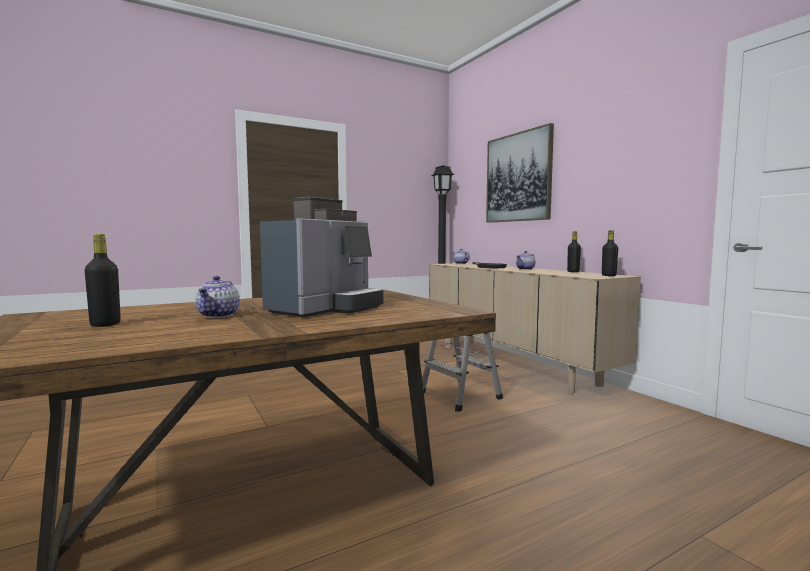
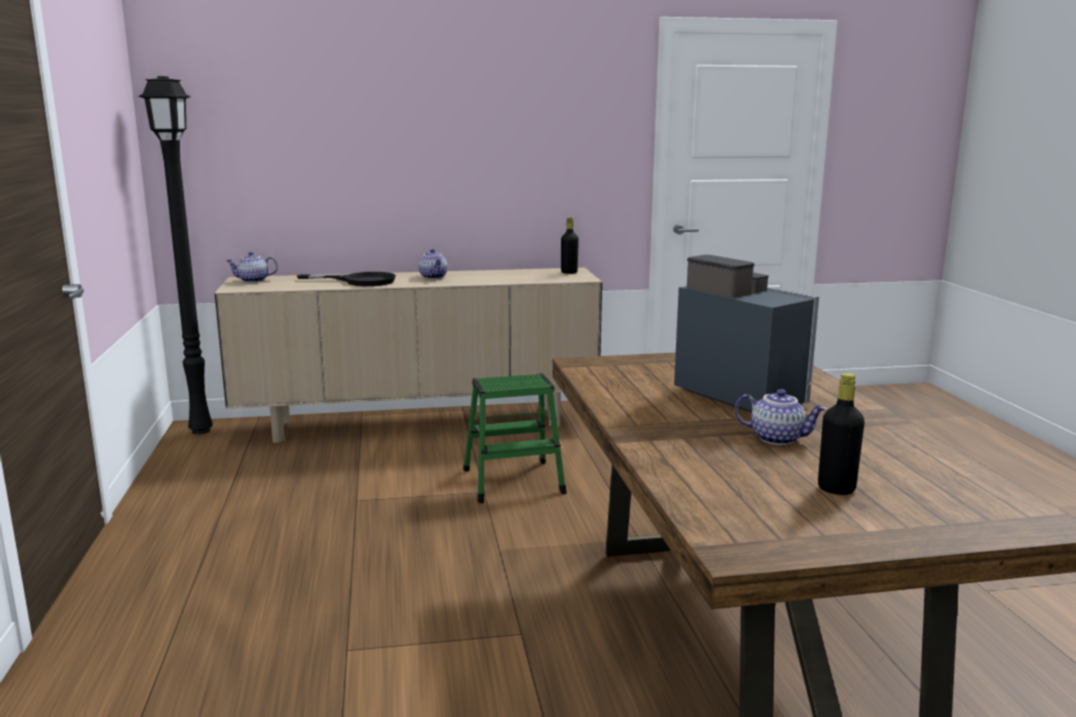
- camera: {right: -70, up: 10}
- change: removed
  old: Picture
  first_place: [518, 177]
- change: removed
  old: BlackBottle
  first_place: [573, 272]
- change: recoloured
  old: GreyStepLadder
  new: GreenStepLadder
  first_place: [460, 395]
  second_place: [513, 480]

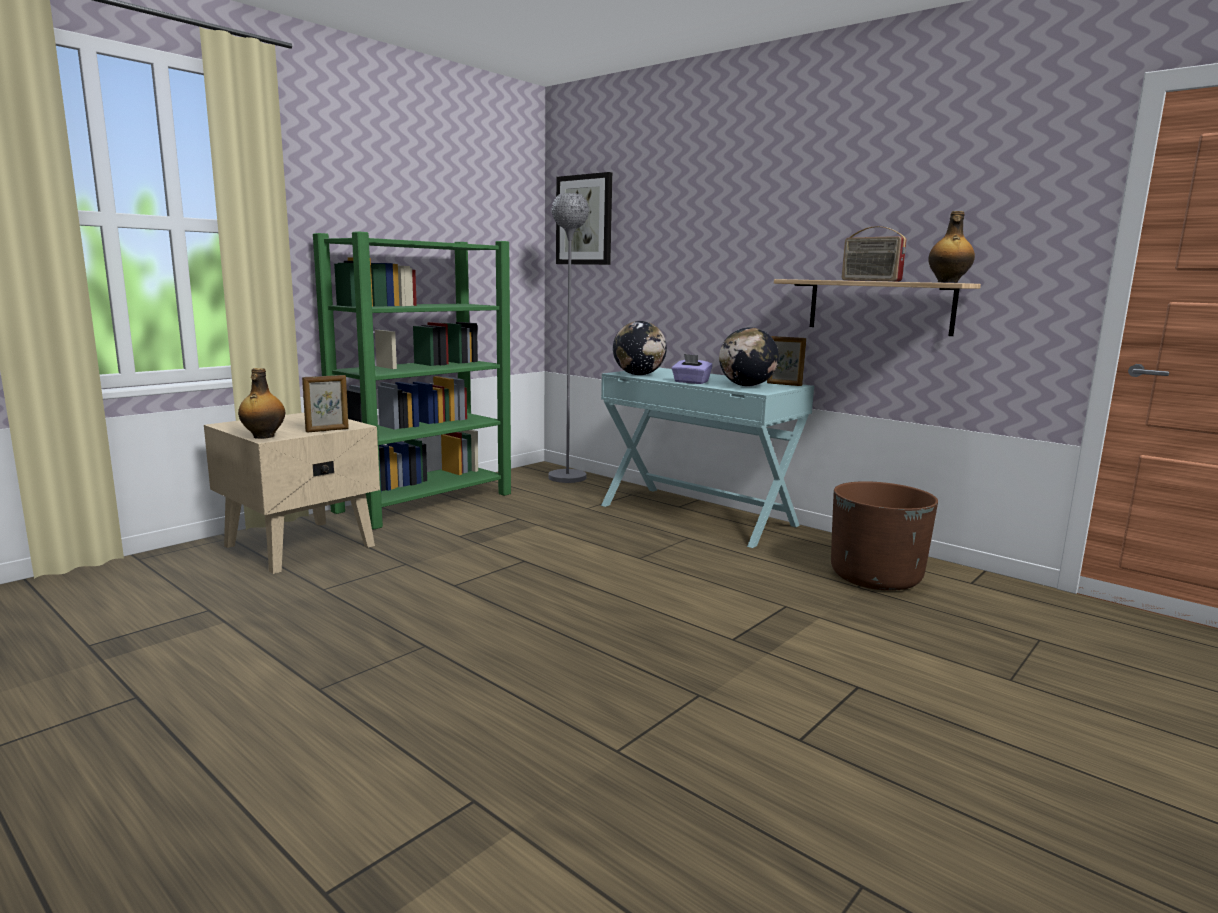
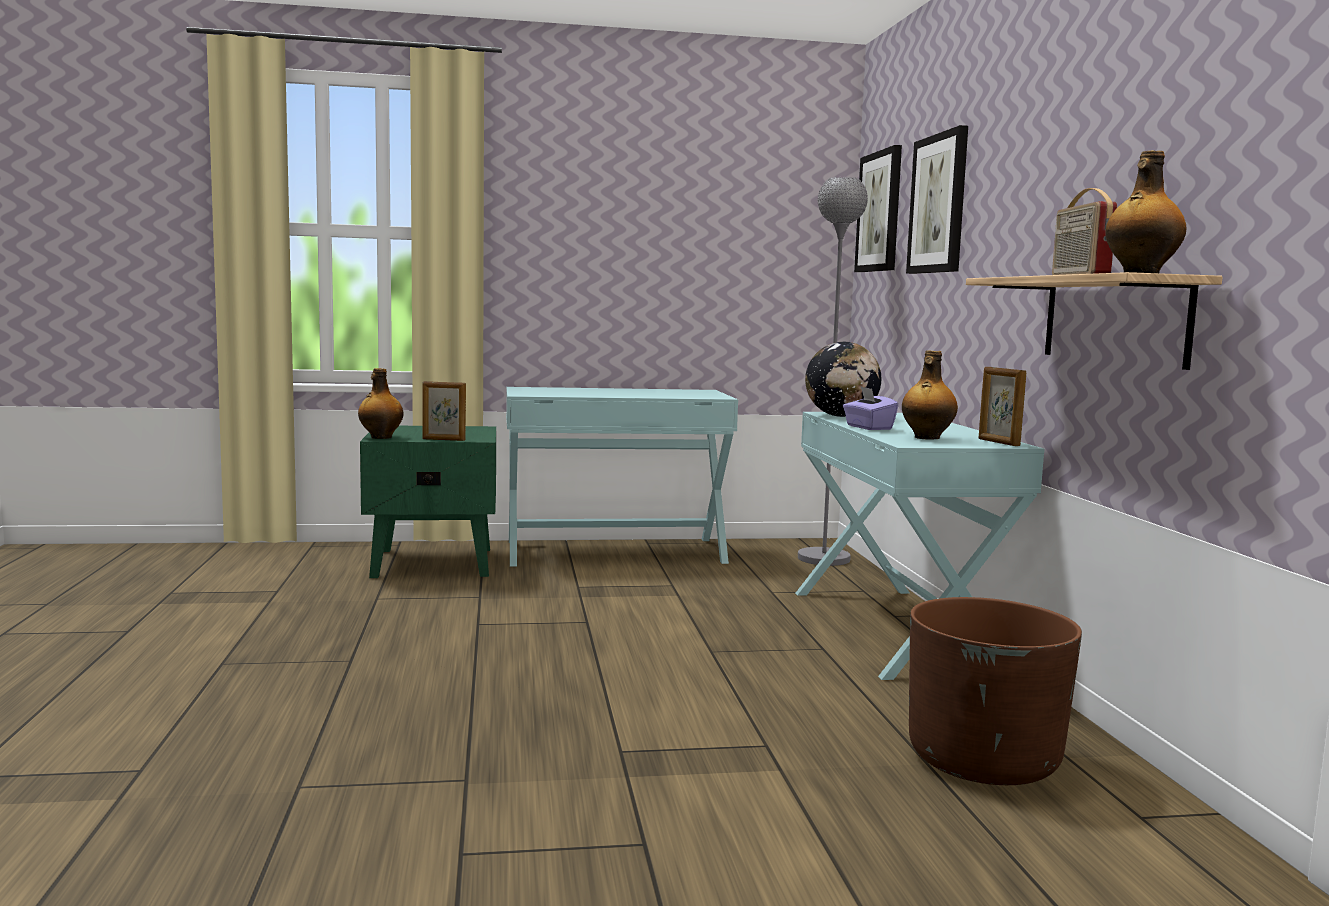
- camera: {right: 40, up: -5}
- change: added
  new: Picture
  second_place: [939, 204]
- change: replaced
  old: GreenBookcase
  new: TurquoiseDesk
  first_place: [425, 502]
  second_place: [615, 551]
- change: replaced
  old: Globe
  new: Bottle
  first_place: [746, 386]
  second_place: [926, 438]
- change: recoloured
  old: BeigeNightstand
  new: GreenNightstand
  first_place: [301, 545]
  second_place: [435, 562]

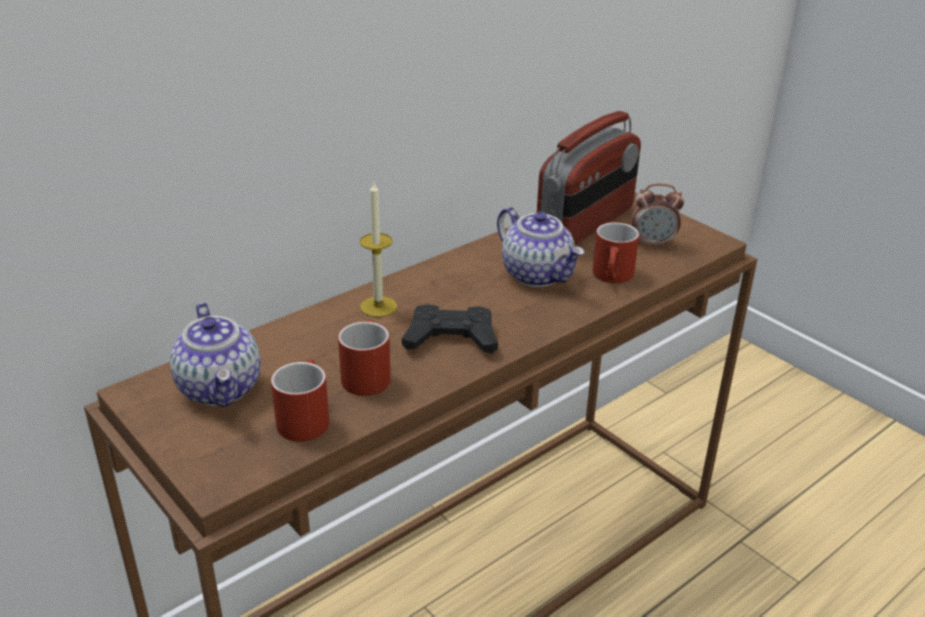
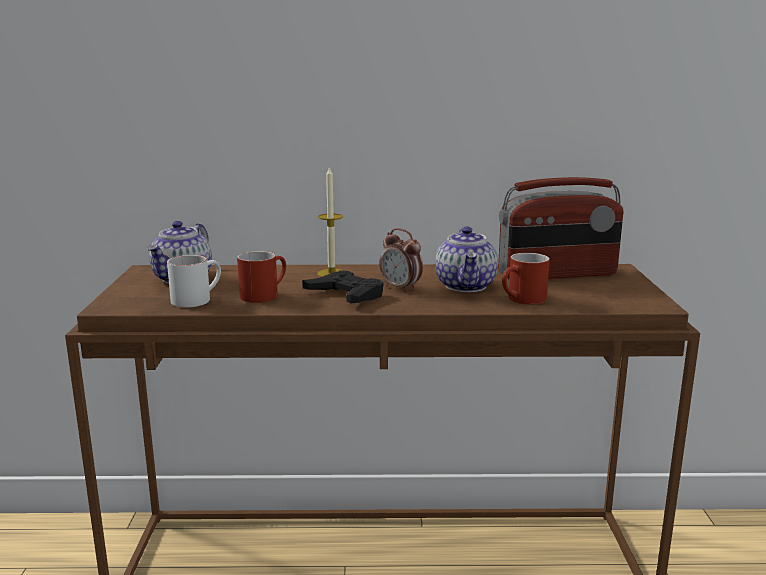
- camera: {right: 40, up: -15}
- change: moved
  old: AlarmClock
  first_place: [653, 243]
  second_place: [401, 288]
- change: recoloured
  old: RedMug
  new: WhiteMug
  first_place: [304, 417]
  second_place: [197, 299]

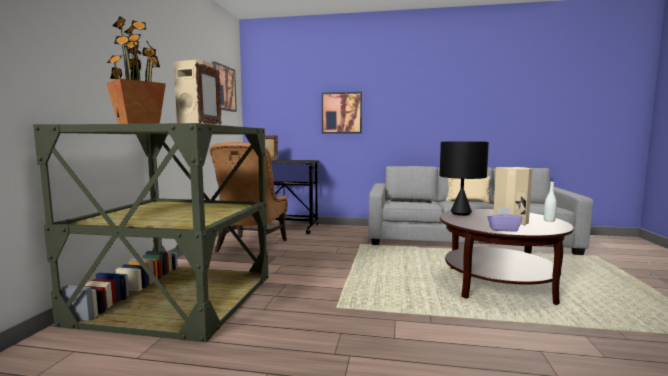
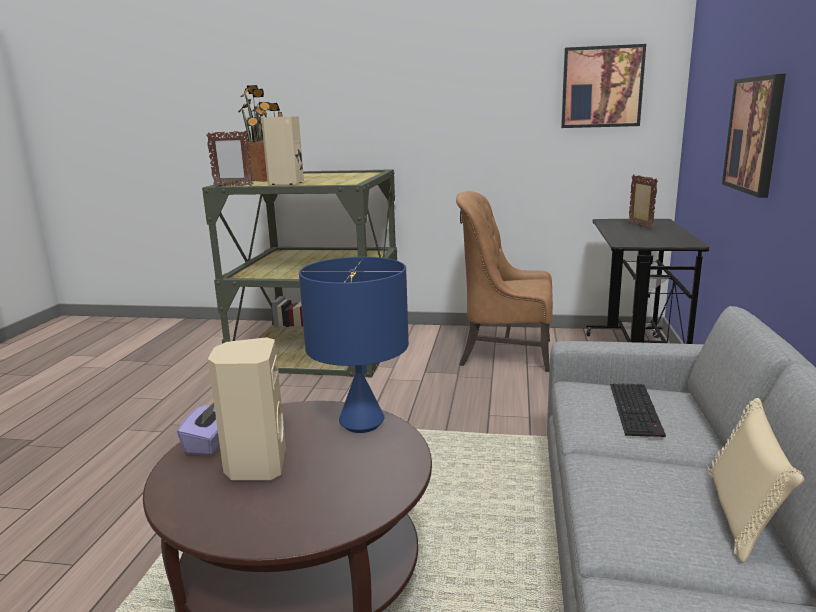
- camera: {right: 90, up: 10}
- change: removed
  old: WhiteBottle
  first_place: [549, 220]
- change: recoloured
  old: BlackTableLamp
  new: BlueTableLamp
  first_place: [461, 214]
  second_place: [361, 424]

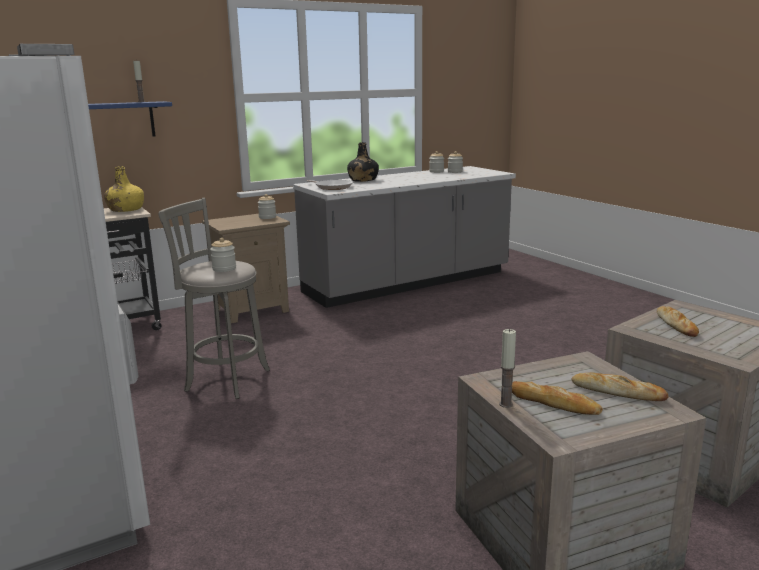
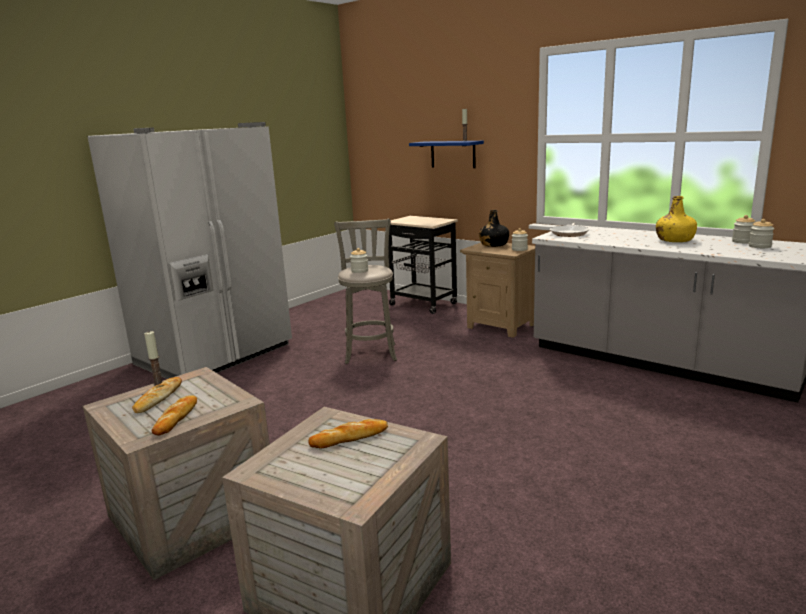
- camera: {right: 70, up: 0}
- change: moved
  old: YellowBottle
  first_place: [126, 210]
  second_place: [675, 240]
- change: moved
  old: BlackBottle
  first_place: [362, 180]
  second_place: [493, 245]

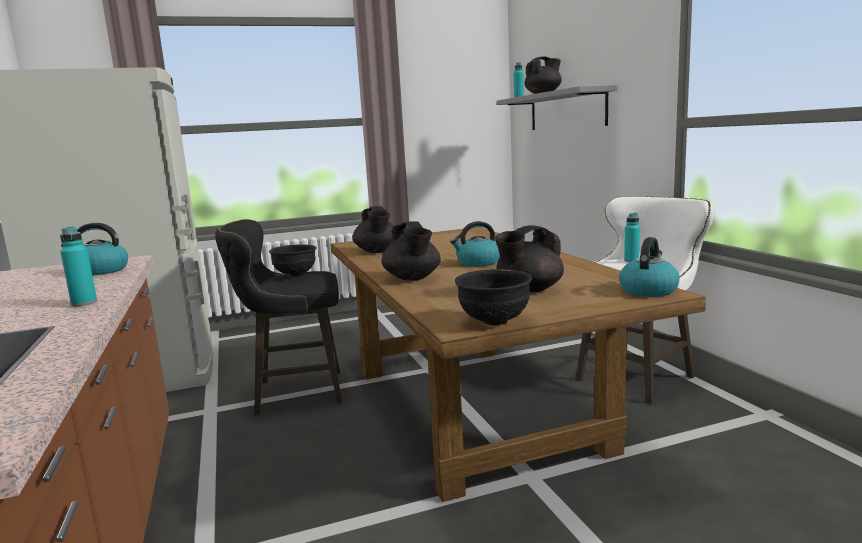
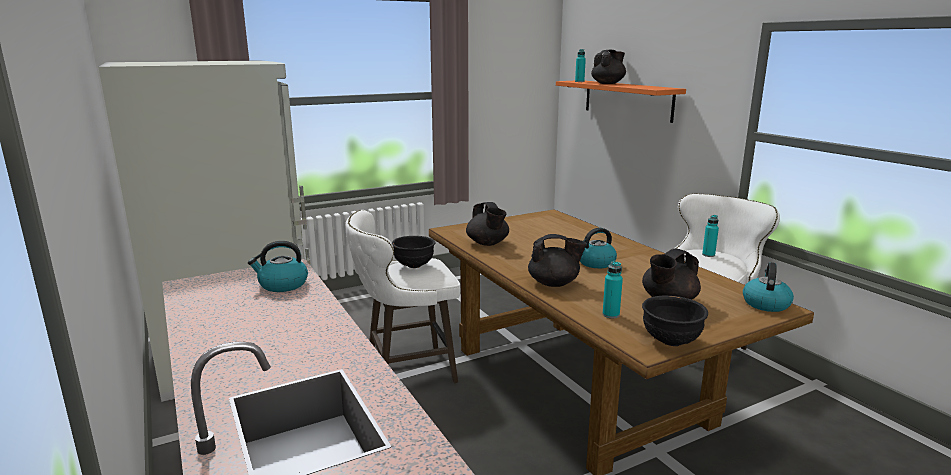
- camera: {right: -10, up: 5}
- change: moved
  old: TurquoiseBottle
  first_place: [84, 303]
  second_place: [611, 315]
- change: recoloured
  old: BlackStool
  new: WhiteStool
  first_place: [294, 392]
  second_place: [405, 371]
- change: recoloured
  old: GreyShelf
  new: OrangeShelf
  first_place: [566, 110]
  second_place: [627, 100]
- change: turned
  old: BlackTeapot
  first_place: [412, 278]
  second_place: [554, 283]
  degrees: -60

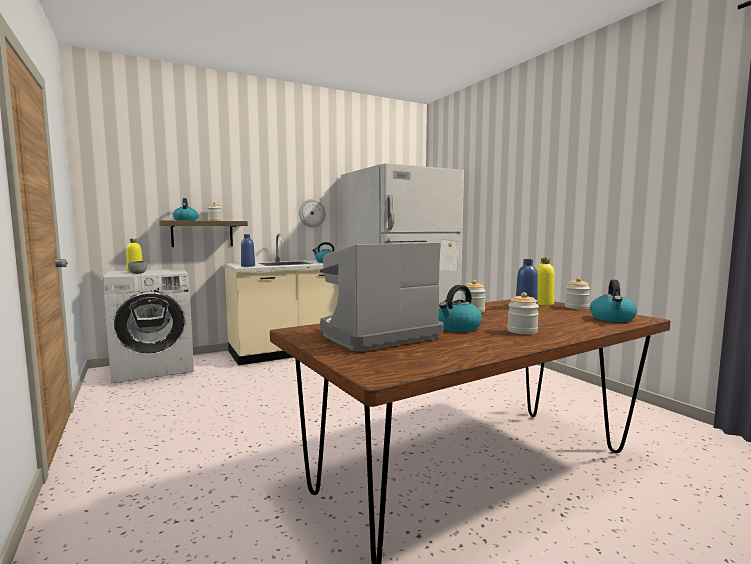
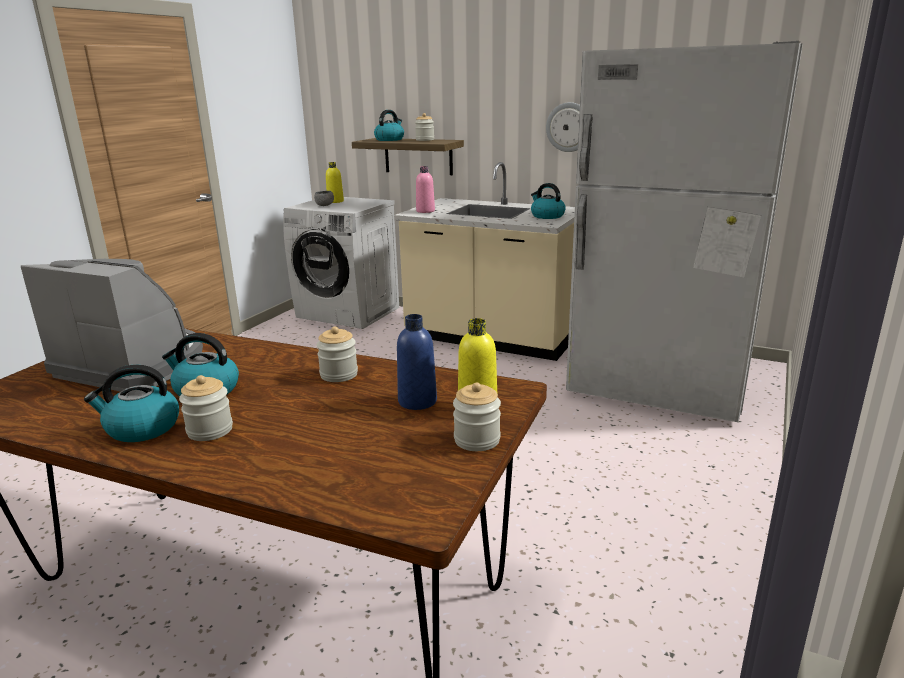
- camera: {right: 55, up: 15}
- change: moved
  old: Kettle
  first_place: [612, 318]
  second_place: [142, 428]
- change: recoloured
  old: BlueBottle
  new: PinkBottle
  first_place: [248, 266]
  second_place: [425, 211]

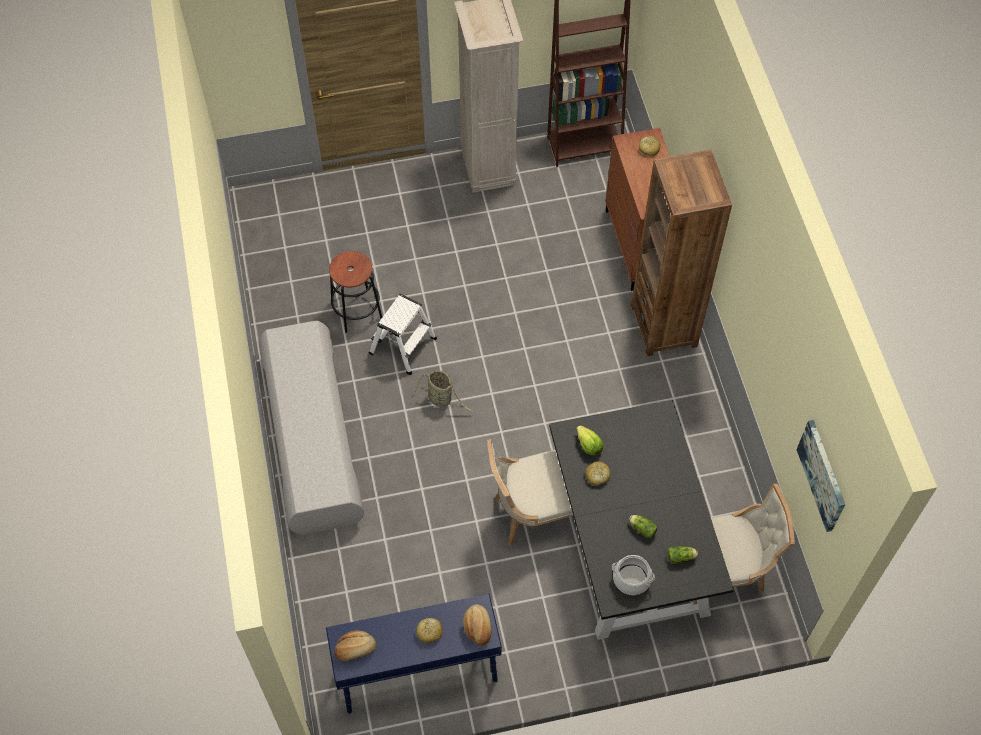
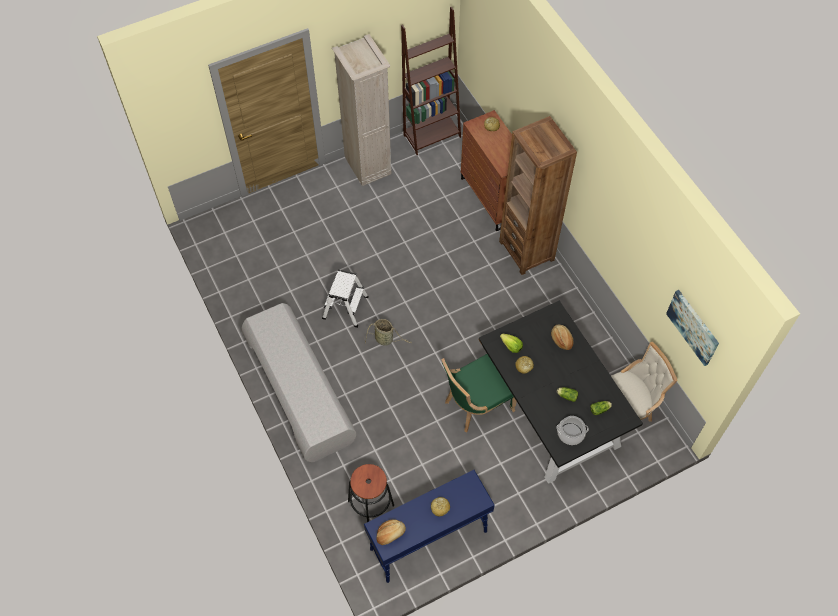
- camera: {right: -15, up: 0}
- change: moved
  old: BlackStool
  first_place: [356, 310]
  second_place: [371, 503]
- change: moved
  old: Bread
  first_place: [478, 627]
  second_place: [561, 339]
- change: recoloured
  old: BeigeChair
  new: GreenChair
  first_place: [533, 513]
  second_place: [475, 405]

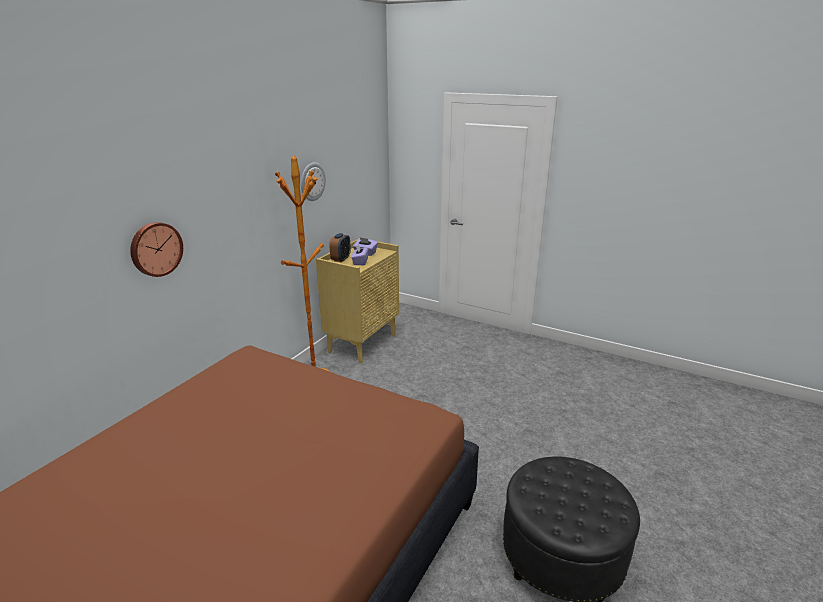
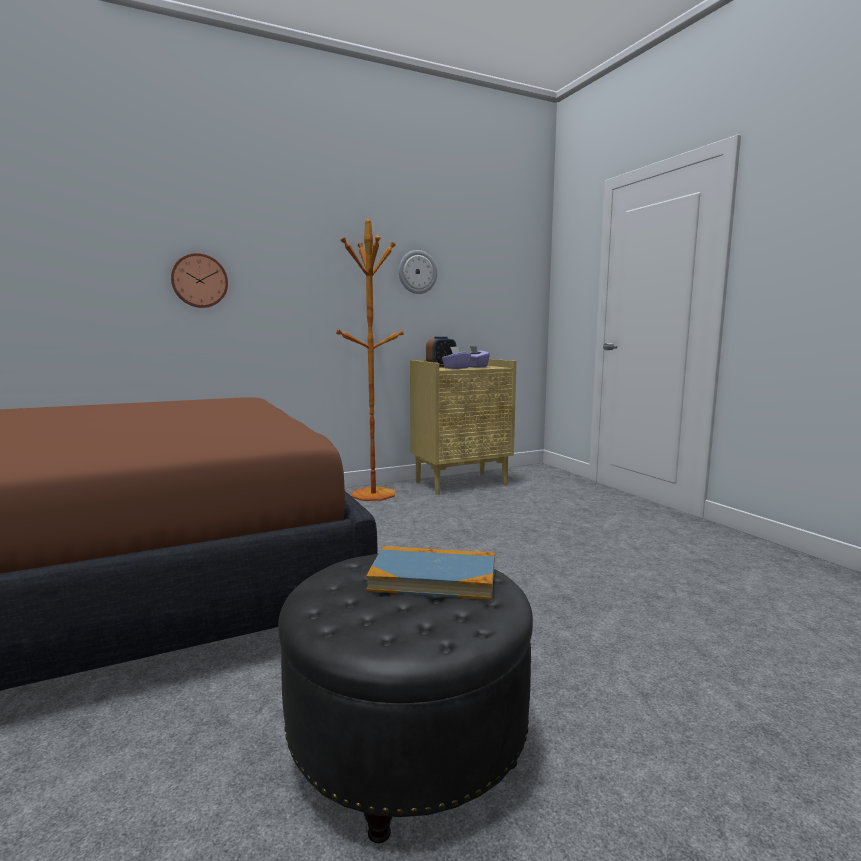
- camera: {right: 35, up: -15}
- change: added
  new: Book
  second_place: [433, 577]

